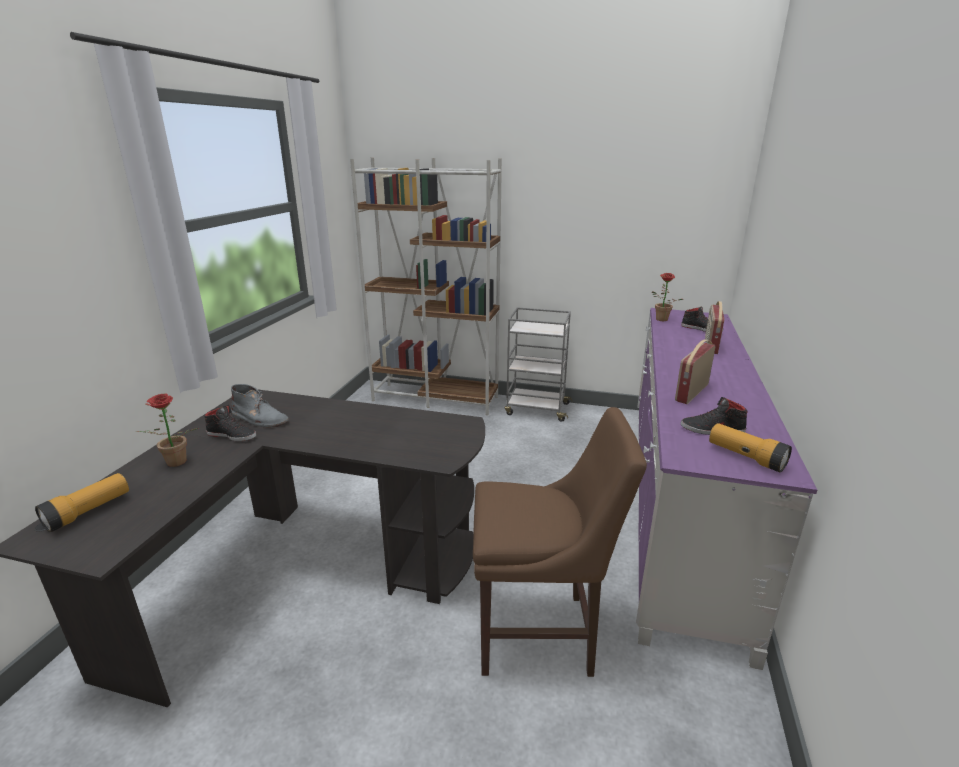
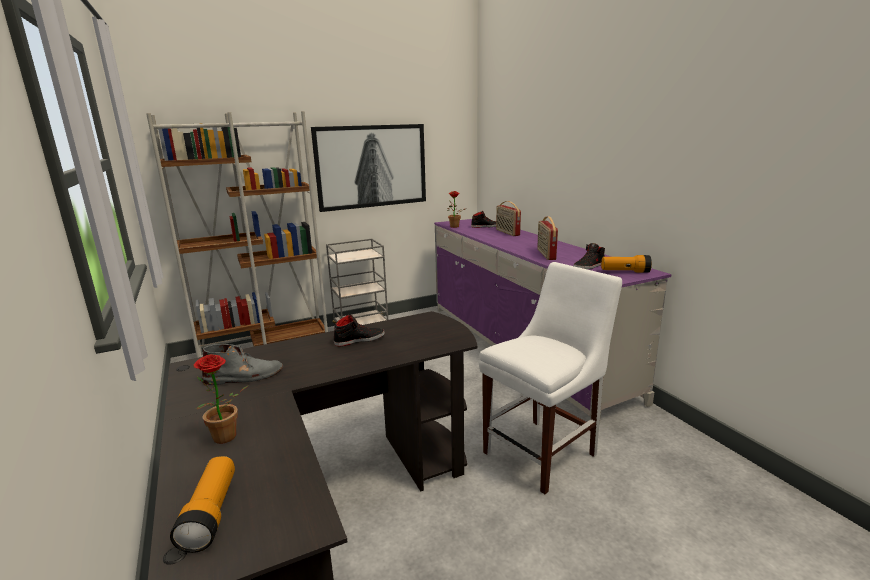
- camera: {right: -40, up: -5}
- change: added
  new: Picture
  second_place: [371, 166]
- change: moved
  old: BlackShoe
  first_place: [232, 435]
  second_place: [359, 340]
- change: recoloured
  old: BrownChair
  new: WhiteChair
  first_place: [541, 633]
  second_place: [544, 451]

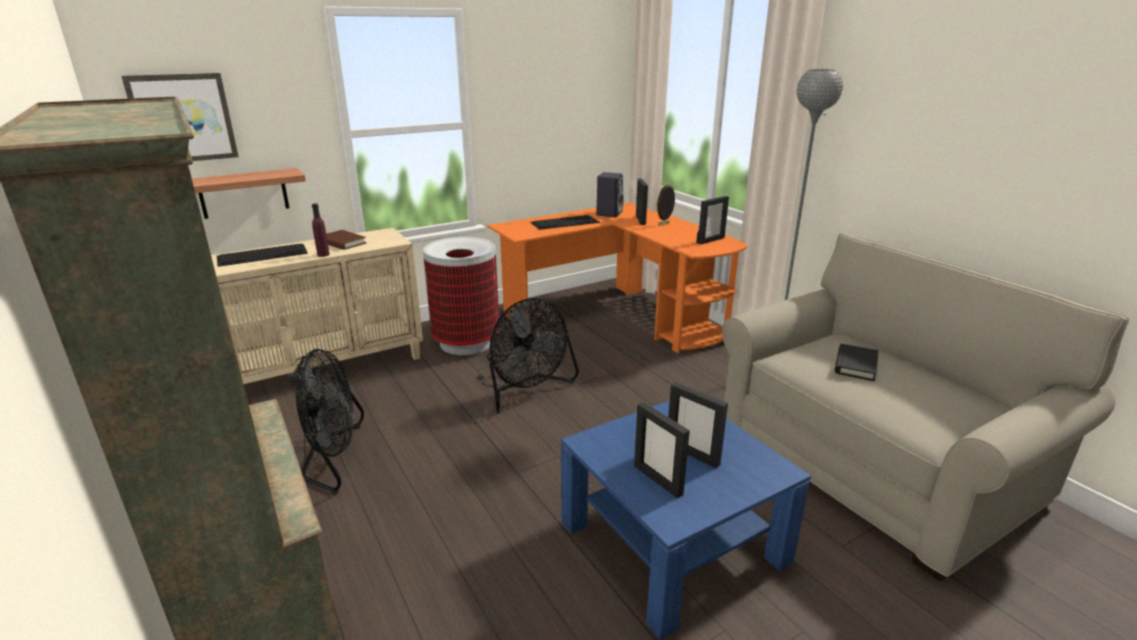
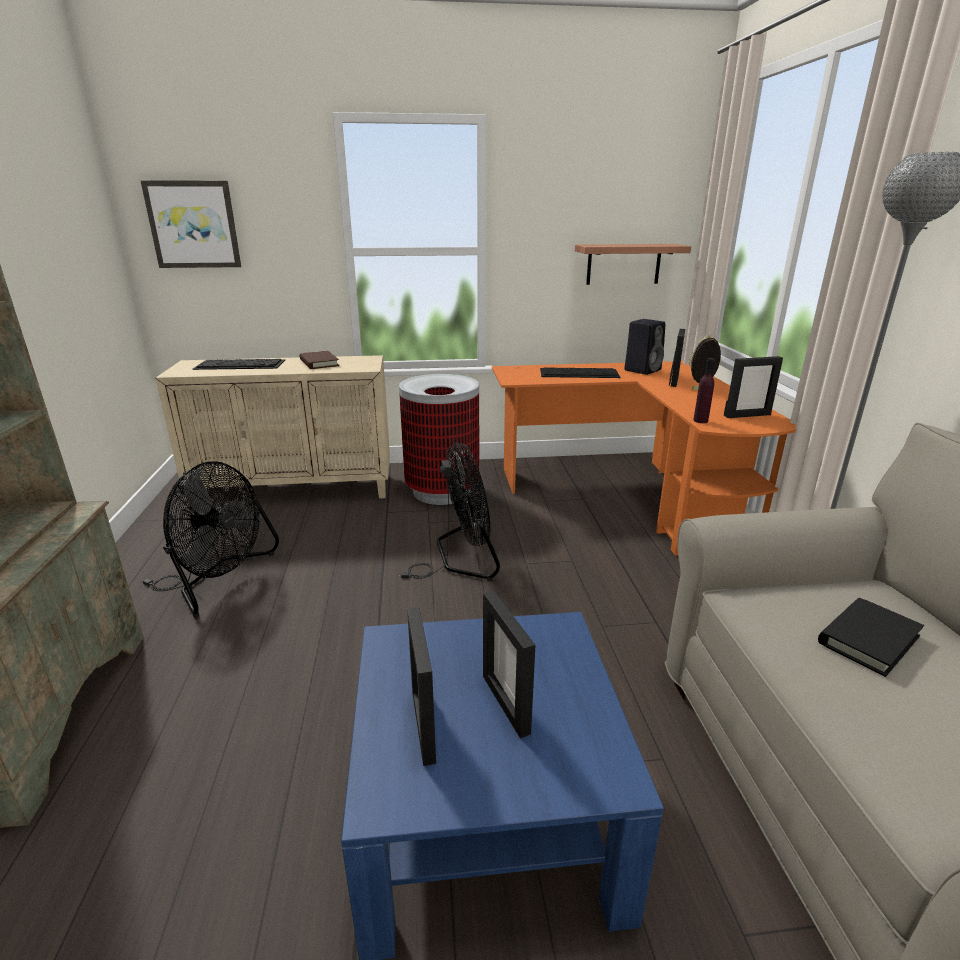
- camera: {right: 25, up: 0}
- change: moved
  old: Shelf
  first_place: [243, 193]
  second_place: [623, 264]
- change: moved
  old: PurpleBottle
  first_place: [323, 254]
  second_place: [700, 420]
- change: turned
  old: BlackFan
  first_place: [522, 390]
  second_place: [458, 556]
  degrees: -90

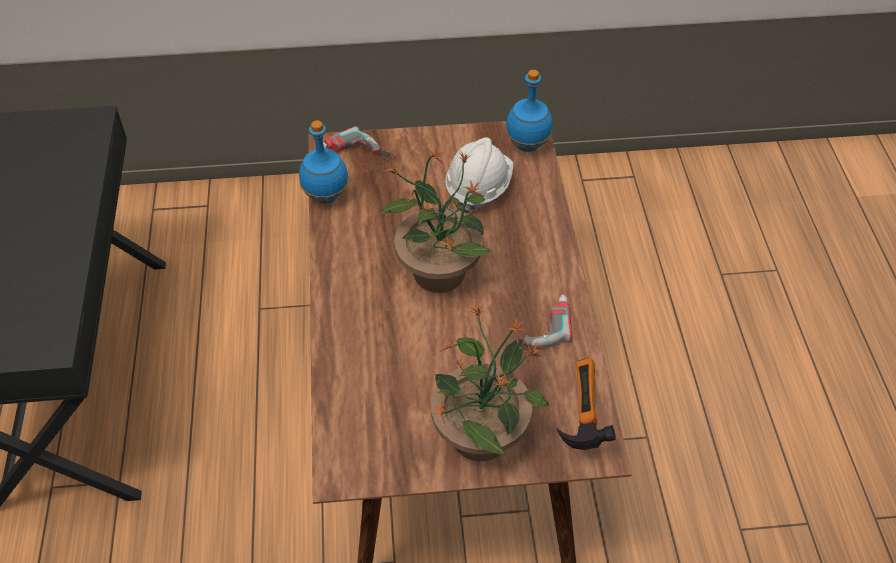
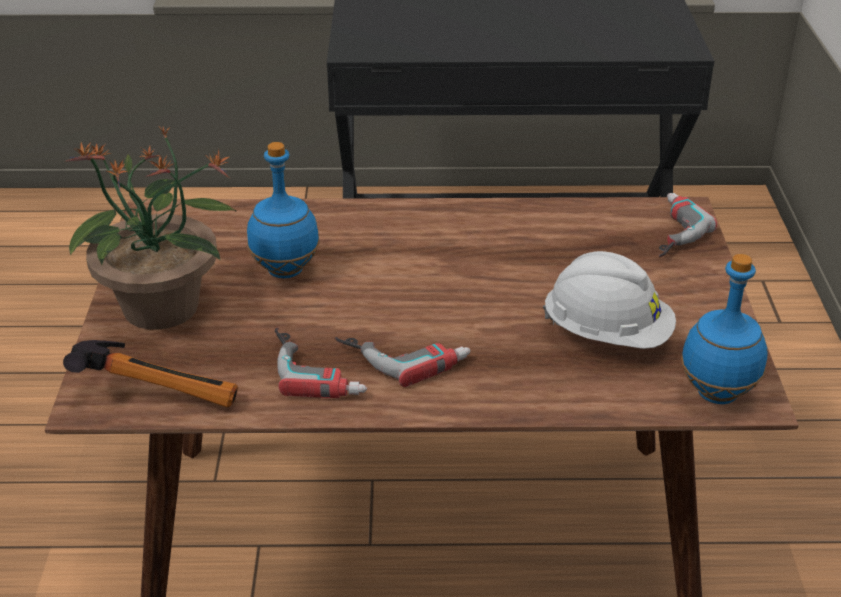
- camera: {right: 95, up: -15}
- change: removed
  old: PottedPlant
  first_place: [438, 271]
- change: added
  new: PowerDrill
  second_place: [404, 354]
- change: moved
  old: BlueBottle
  first_place: [327, 196]
  second_place: [285, 271]

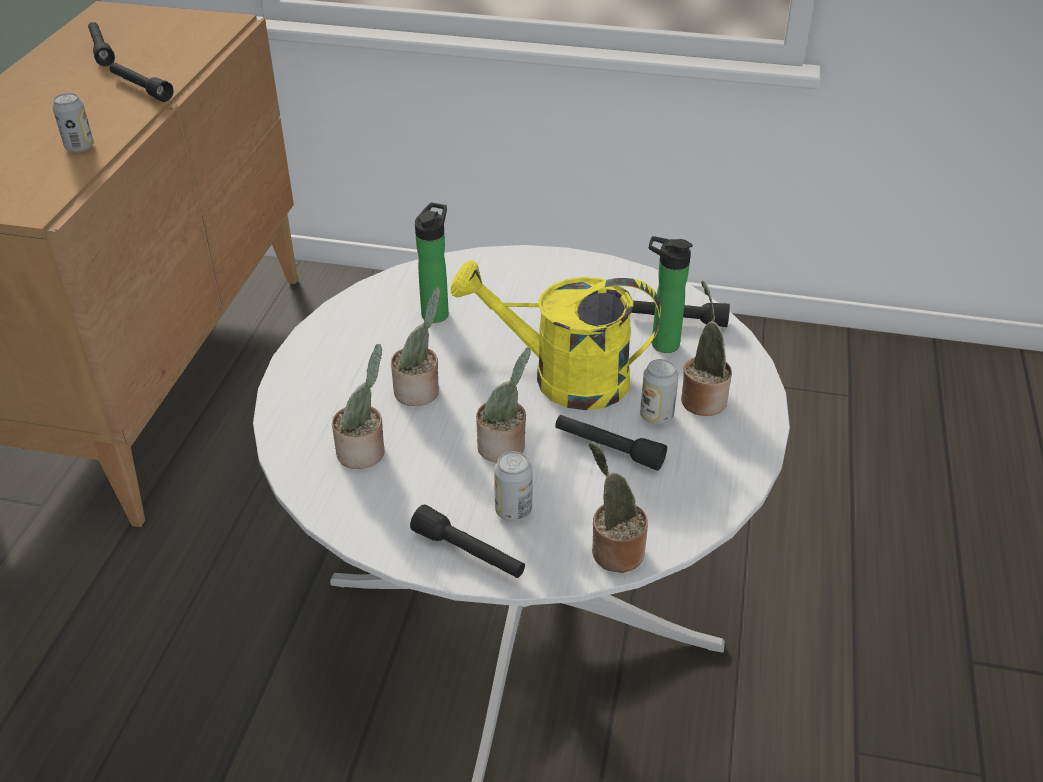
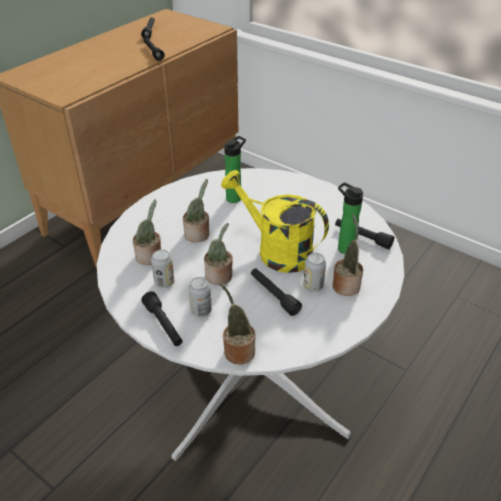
- camera: {right: 25, up: 0}
- change: moved
  old: Can
  first_place: [79, 147]
  second_place: [164, 282]

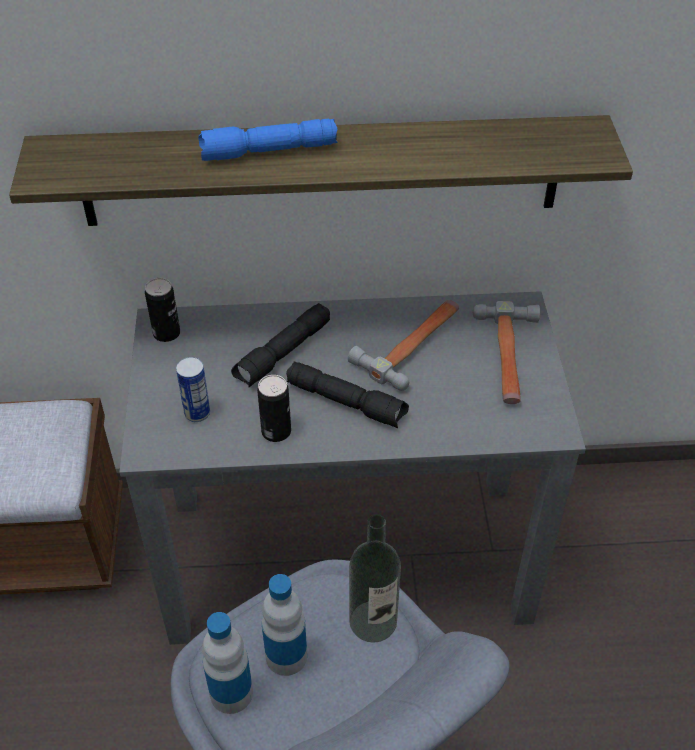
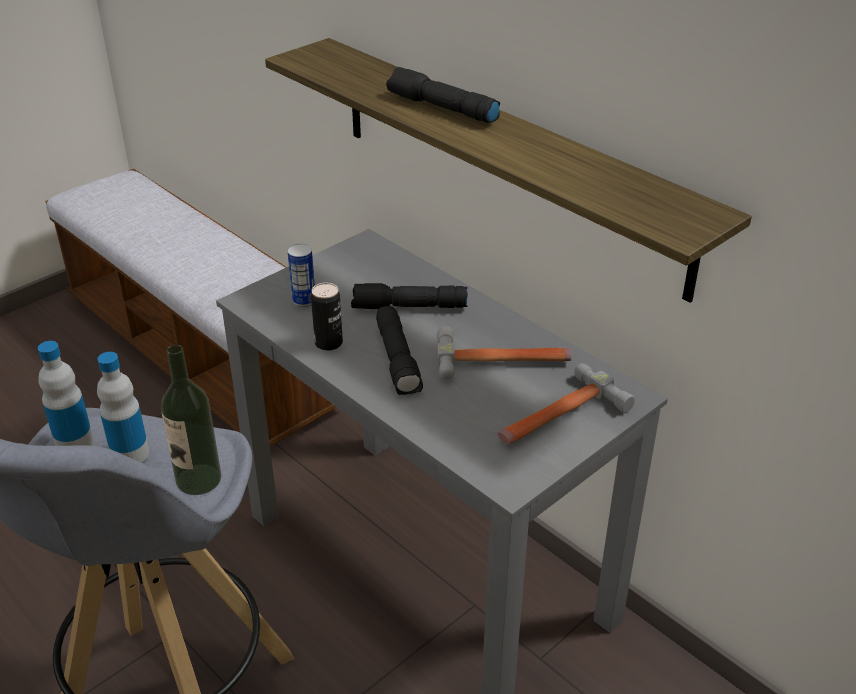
- camera: {right: 50, up: -10}
- change: removed
  old: Can
  first_place: [166, 333]
- change: recoloured
  old: BlueFlashlight
  new: BlackFlashlight
  first_place: [268, 152]
  second_place: [441, 108]

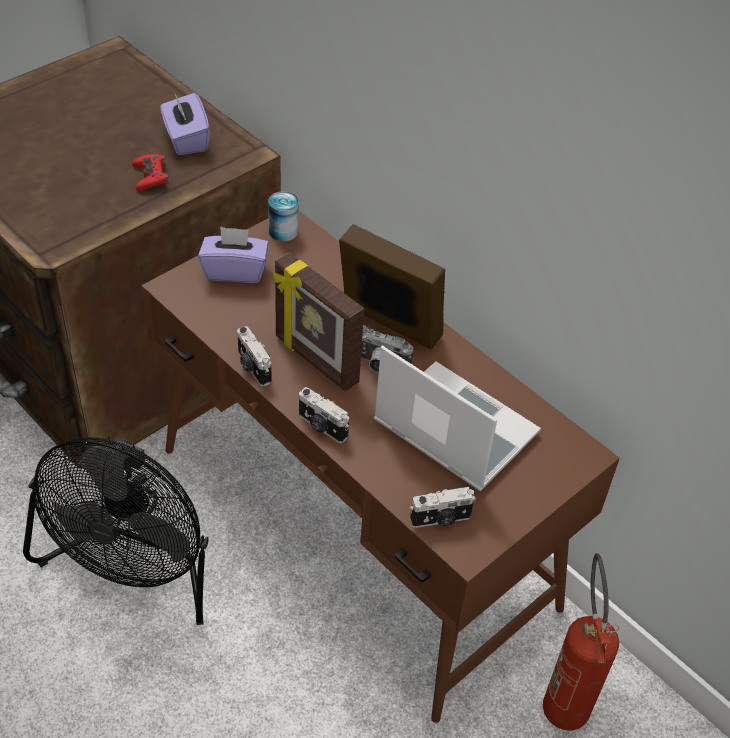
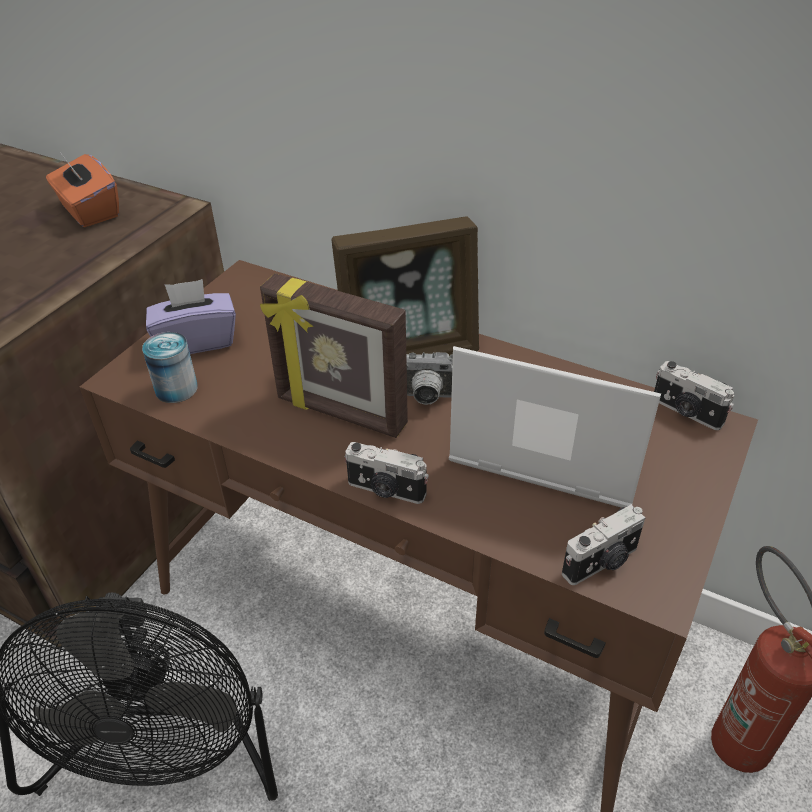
- camera: {right: -15, up: -5}
- change: removed
  old: RedGameController
  first_place: [150, 177]
- change: moved
  old: PhotoCamera
  first_place: [252, 367]
  second_place: [686, 412]
- change: moved
  old: Can
  first_place: [283, 231]
  second_place: [176, 389]
- change: recoloured
  old: PurpleTissueBox
  new: OrangeTissueBox
  first_place: [186, 140]
  second_place: [89, 211]
- change: turned
  old: PictureFrame
  first_place: [388, 326]
  second_place: [410, 351]
  degrees: 150

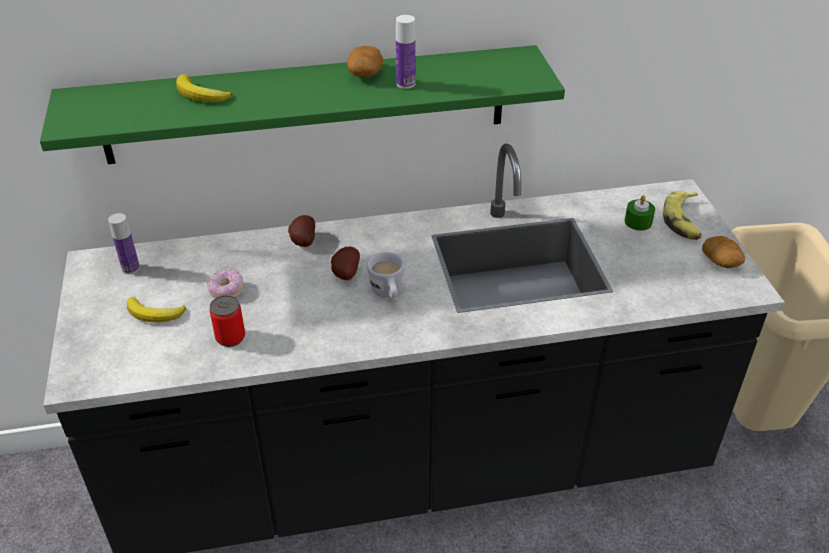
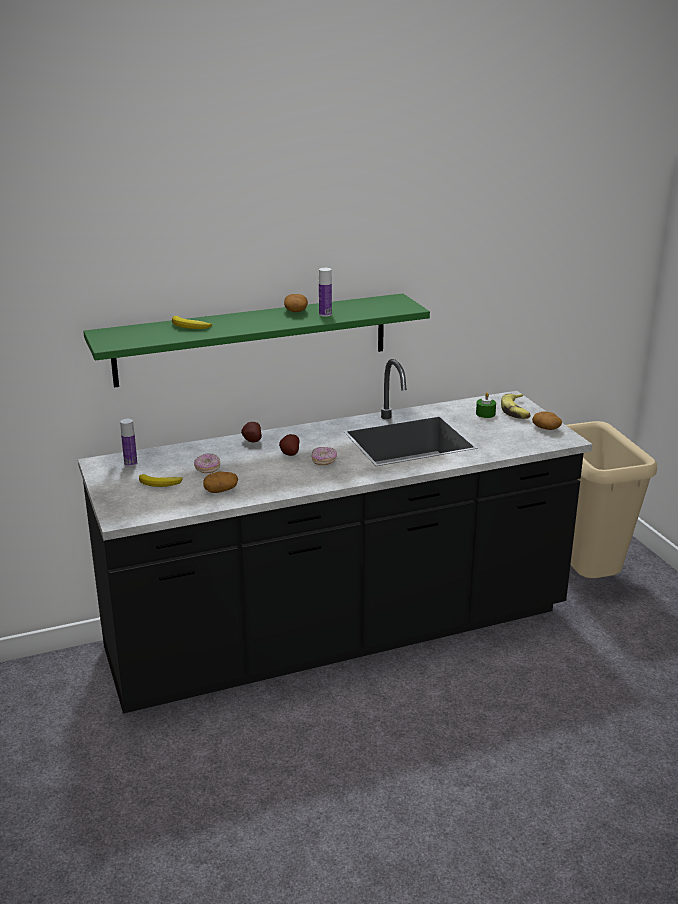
- camera: {right: -10, up: -15}
- change: replaced
  old: Can
  new: Potato
  first_place: [230, 337]
  second_place: [221, 490]
- change: replaced
  old: WhiteMug
  new: Donut
  first_place: [388, 294]
  second_place: [324, 461]

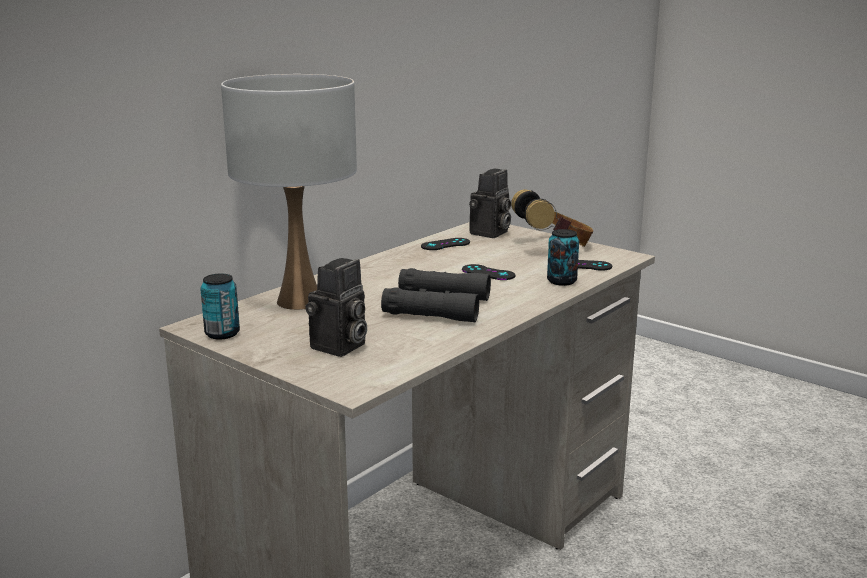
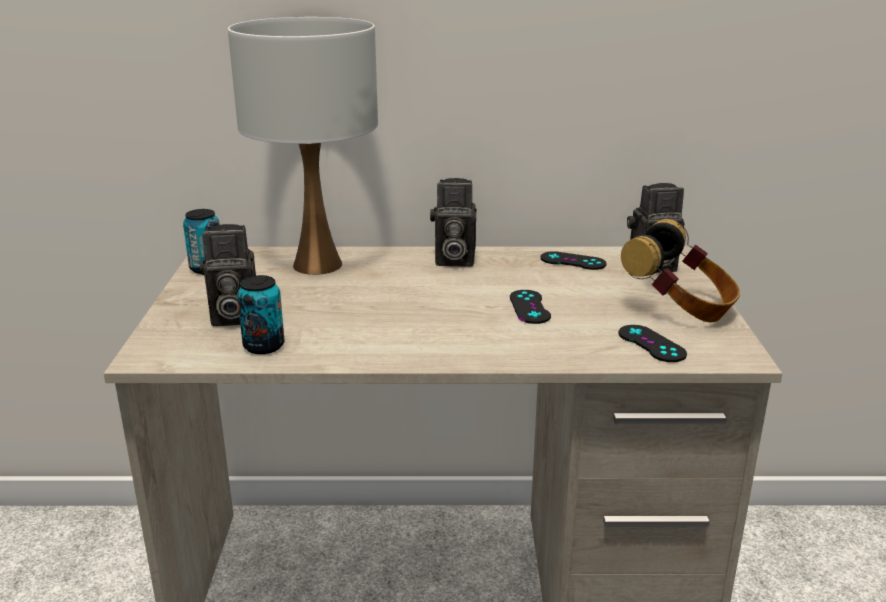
- camera: {right: 50, up: 5}
- change: removed
  old: BlackBinoculars
  first_place: [437, 306]
- change: added
  new: PhotoCamera
  second_place: [452, 260]
- change: moved
  old: Can
  first_place: [561, 281]
  second_place: [263, 346]

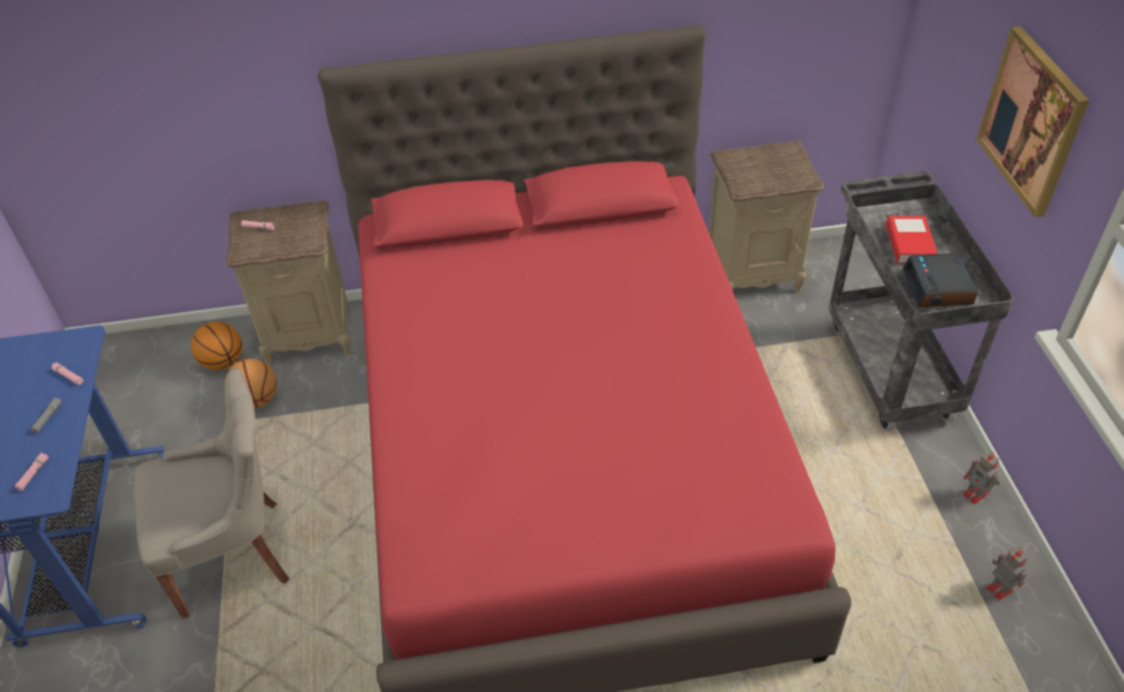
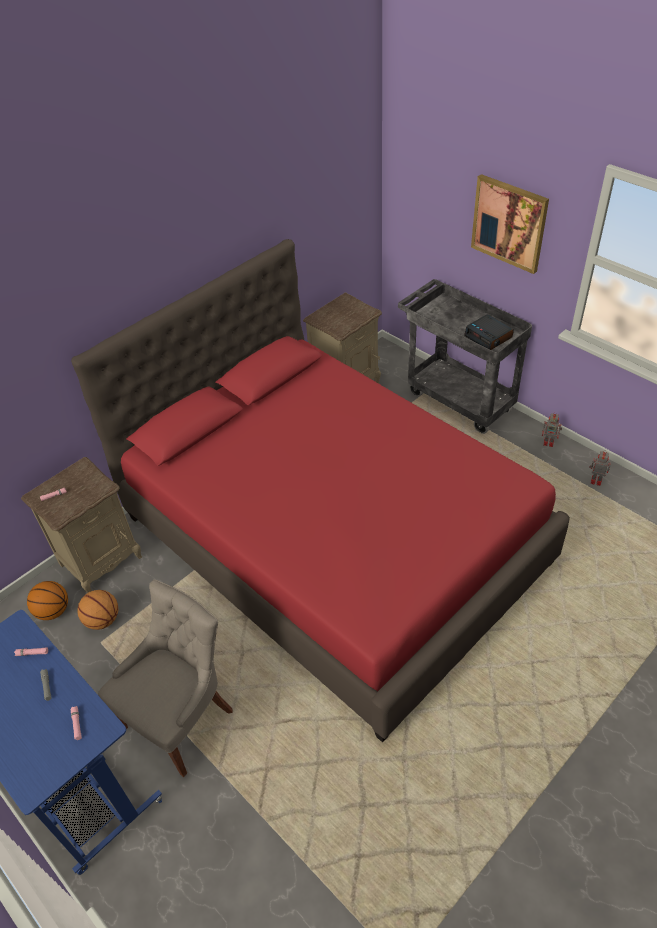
- camera: {right: -35, up: 0}
- change: removed
  old: Book
  first_place: [909, 244]

